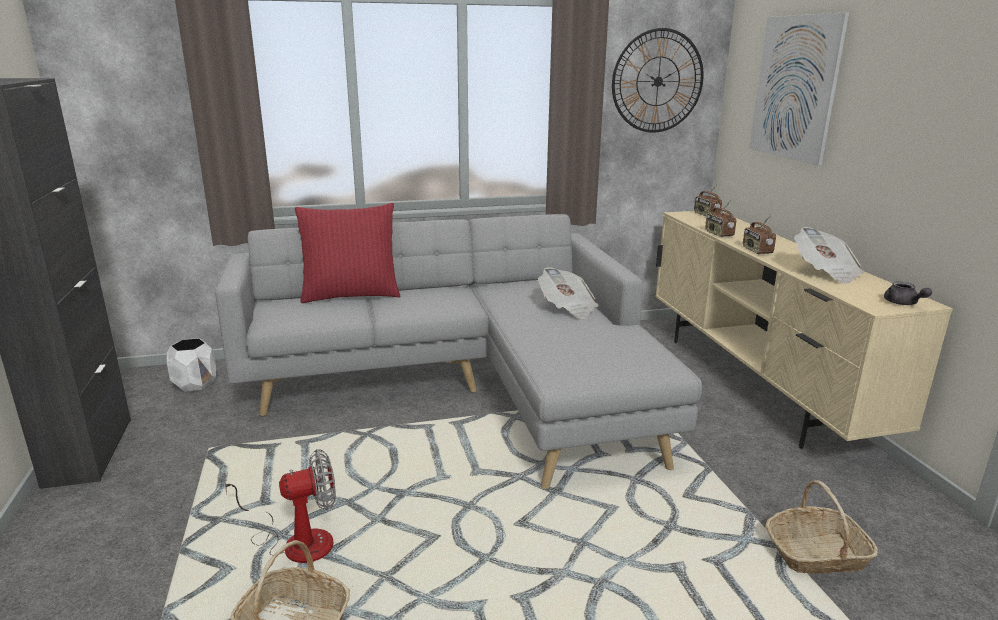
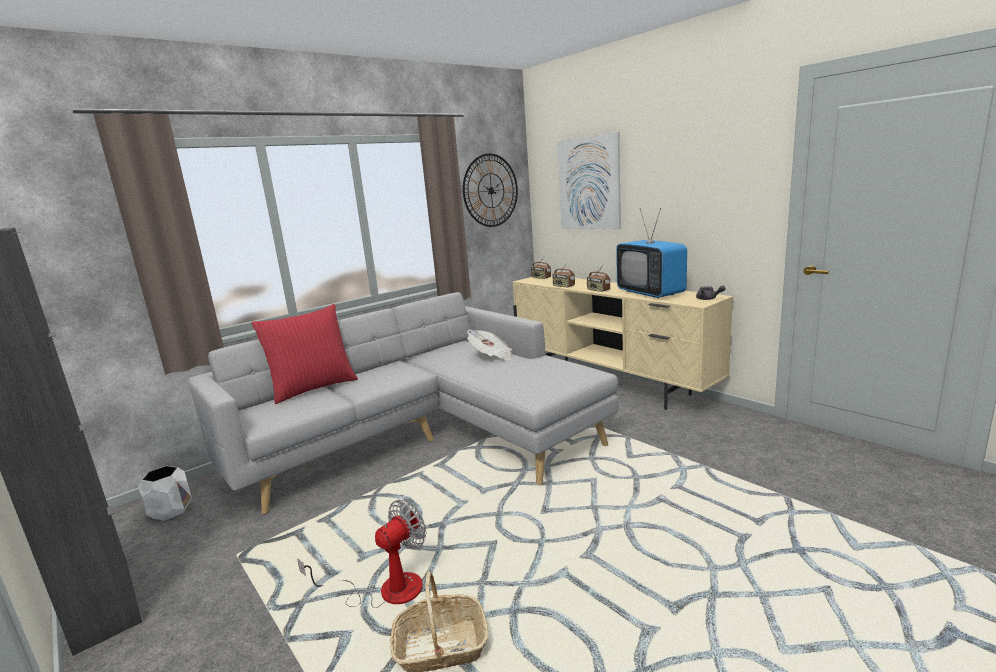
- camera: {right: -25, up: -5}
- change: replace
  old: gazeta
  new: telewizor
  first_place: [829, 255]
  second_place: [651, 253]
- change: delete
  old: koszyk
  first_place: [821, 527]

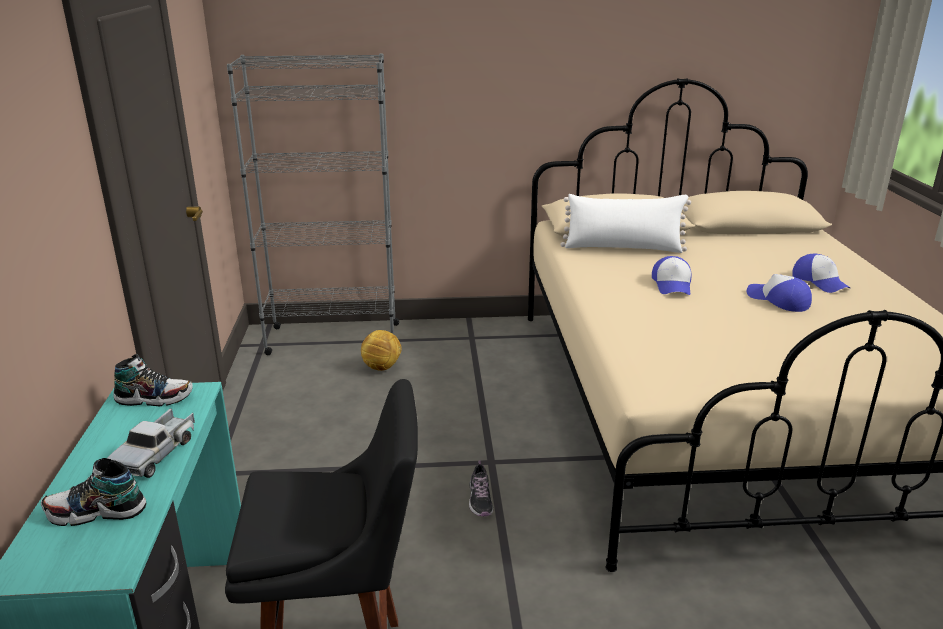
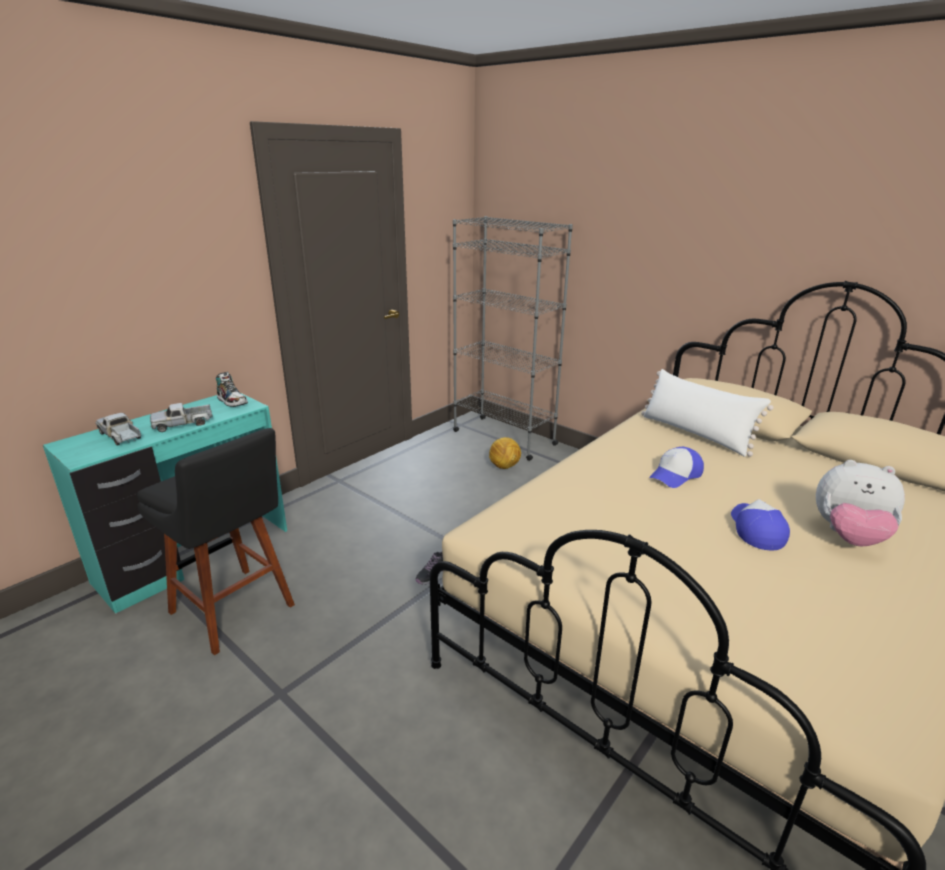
- camera: {right: 45, up: 0}
- change: replace
  old: but
  new: ciężarówka zabawkowa
  first_place: [93, 492]
  second_place: [118, 429]
- change: replace
  old: czapka z daszkiem
  new: pluszak
  first_place: [821, 273]
  second_place: [860, 503]

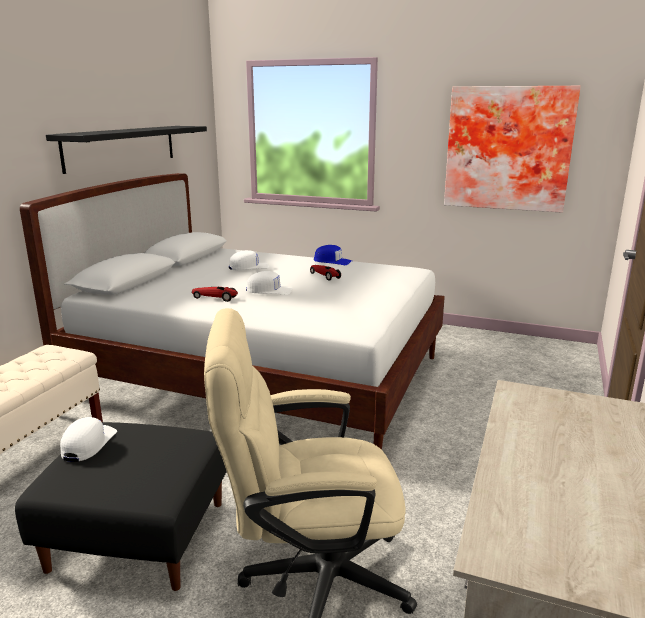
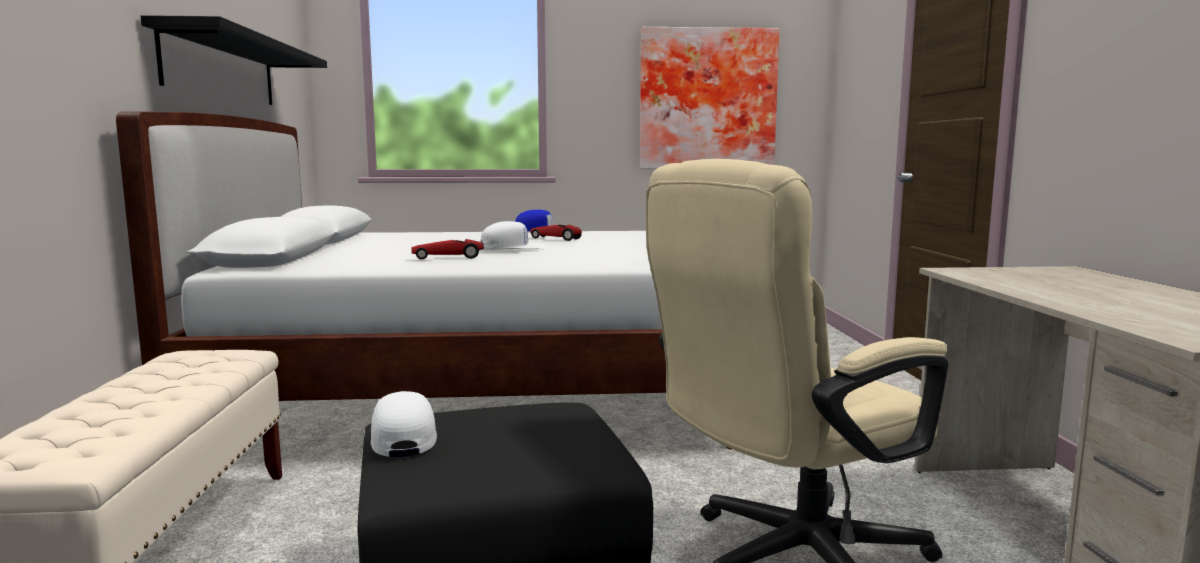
- camera: {right: -25, up: -10}
- change: delete
  old: czapka z daszkiem [biały]
  first_place: [249, 260]

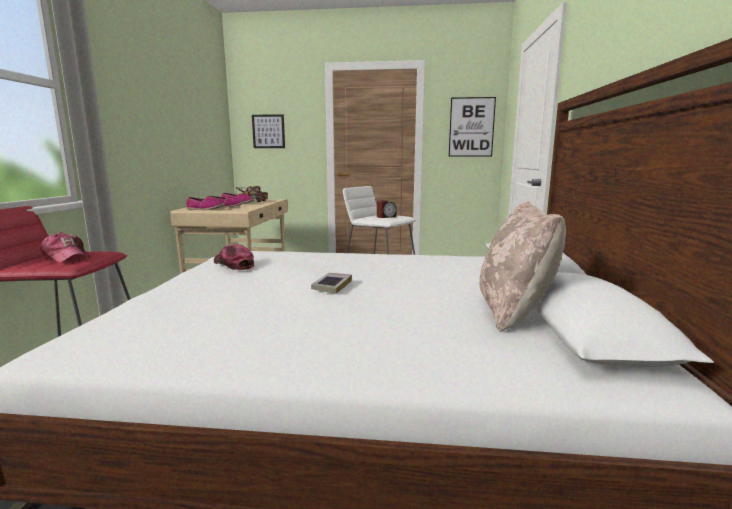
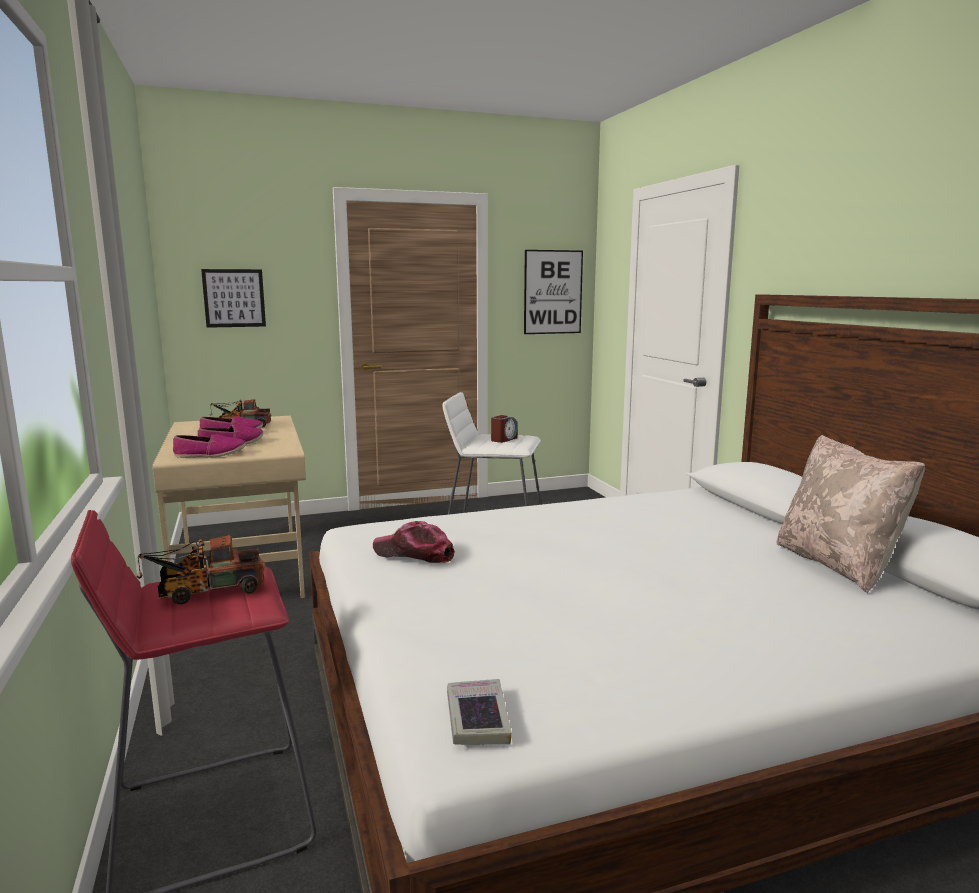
- camera: {right: -25, up: 0}
- change: replace
  old: czapka z daszkiem
  new: ciężarówka zabawkowa
  first_place: [65, 247]
  second_place: [201, 569]
- change: move
  old: książka
  first_place: [331, 283]
  second_place: [479, 712]

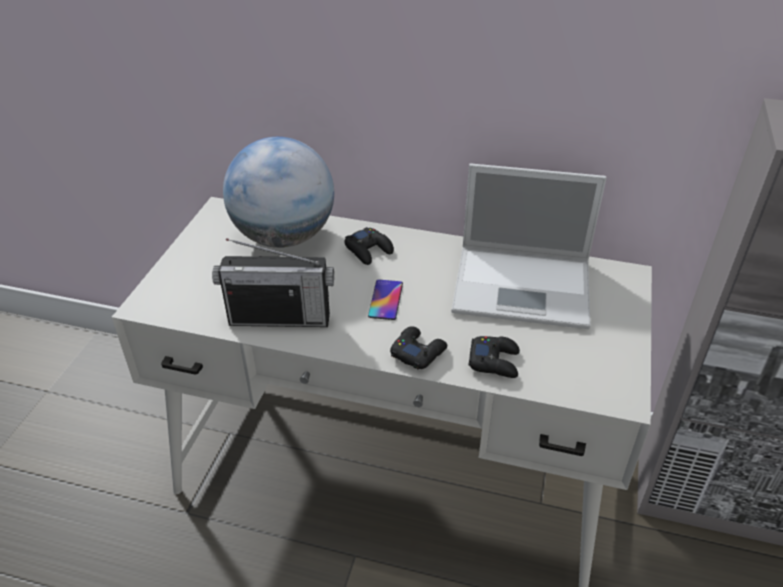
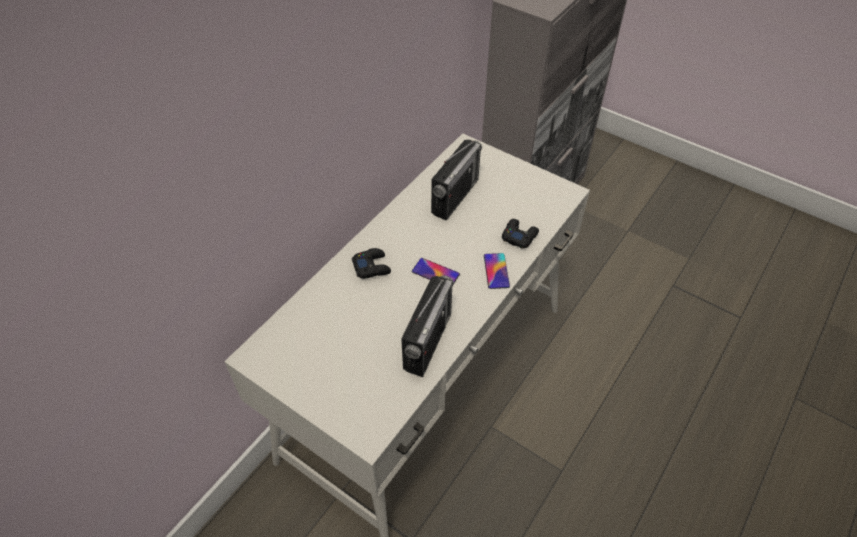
- camera: {right: -70, up: 10}
- change: replace
  old: laptop
  new: radio
  first_place: [528, 246]
  second_place: [456, 180]
- change: replace
  old: pad do gier [czarny]
  new: telefon
  first_place: [418, 347]
  second_place: [497, 271]
- change: delete
  old: globus
  first_place: [278, 192]

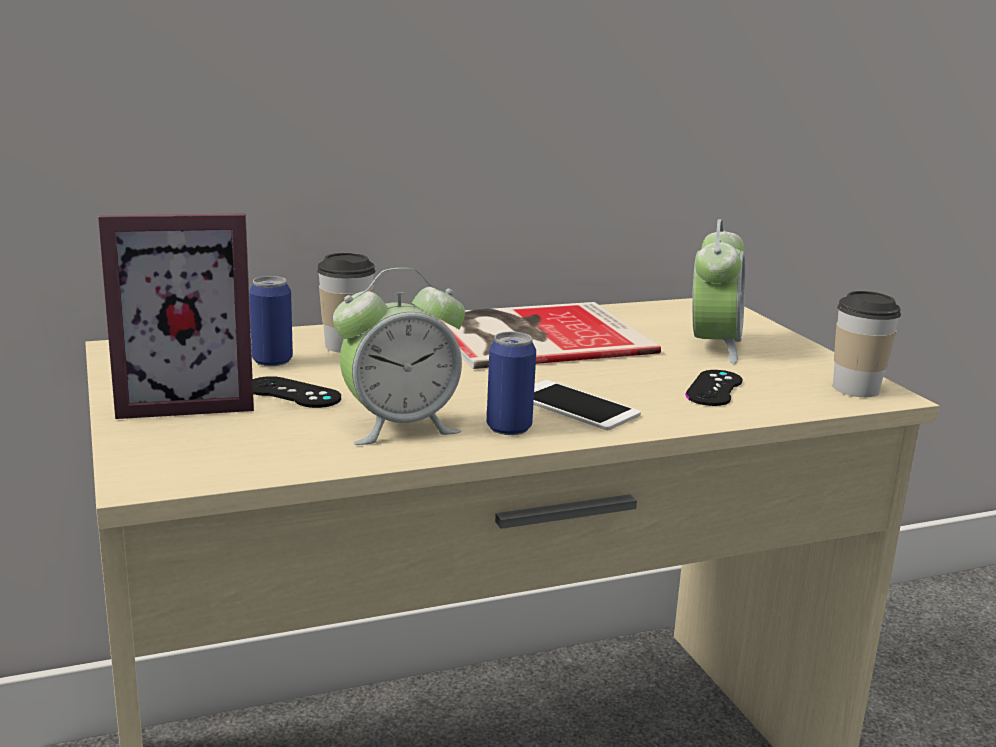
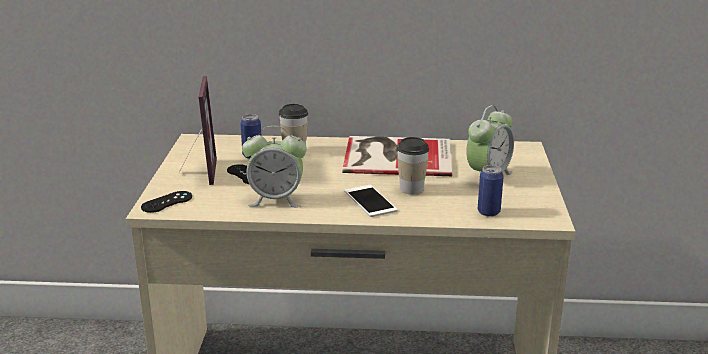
- camera: {right: 25, up: 5}
- change: move
  old: pad do gier [czarny]
  first_place: [713, 388]
  second_place: [166, 202]
- change: rotate
  old: ramka na zdjęcie
  first_place: [176, 316]
  second_place: [198, 130]
  degrees: -105
- change: move
  old: filiżanka
  first_place: [867, 344]
  second_place: [413, 165]
- change: move
  old: puszka
  first_place: [511, 383]
  second_place: [491, 191]

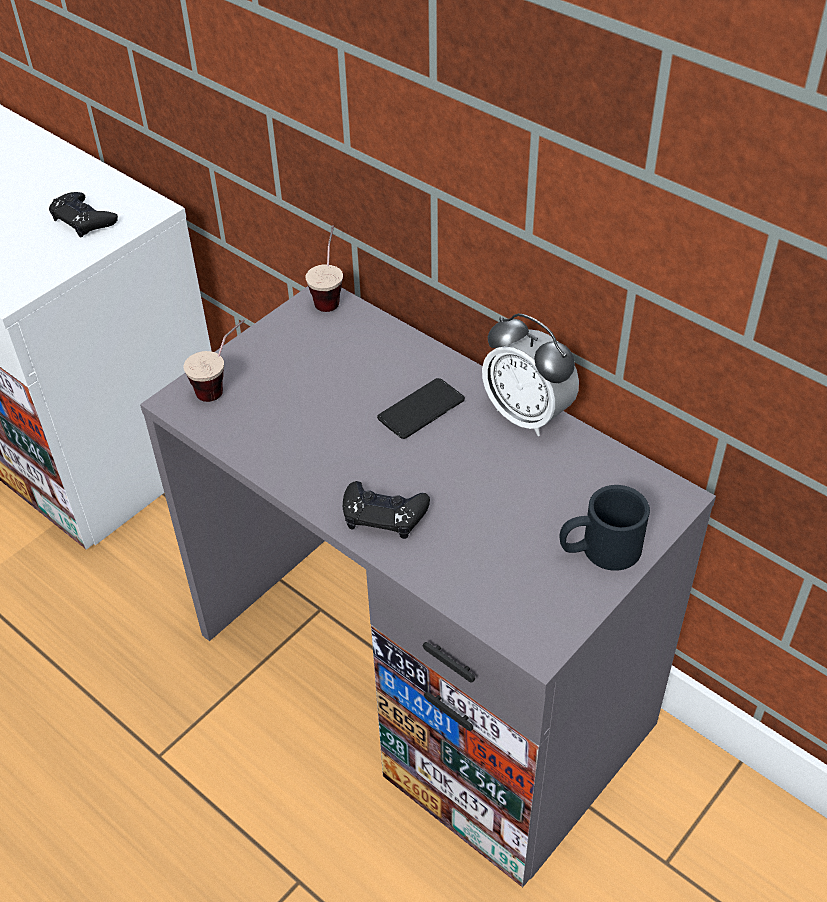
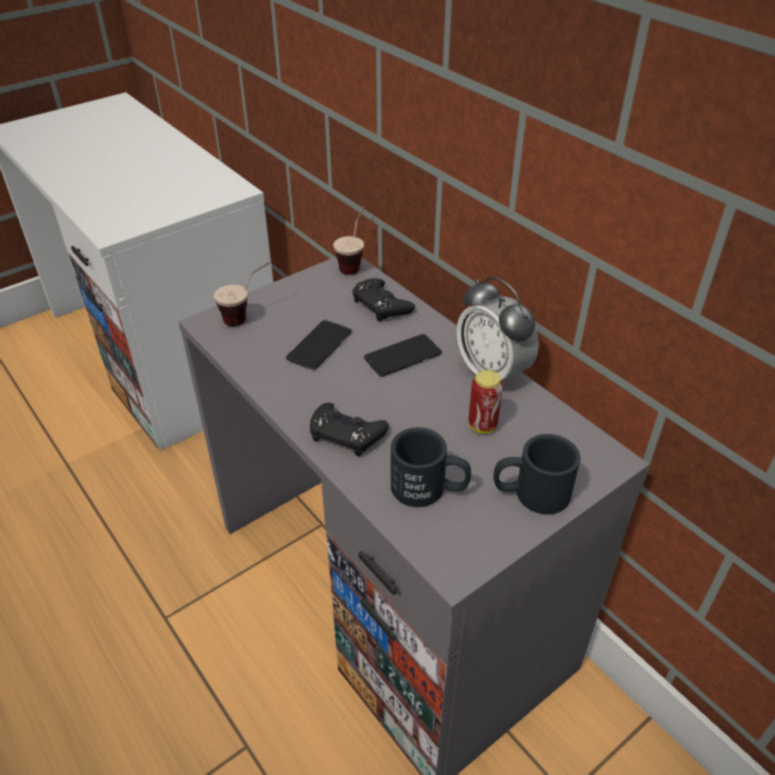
- camera: {right: 10, up: -5}
- change: insert
  new: telefon
  second_place: [319, 345]
- change: move
  old: pad do gier [czarny]
  first_place: [83, 214]
  second_place: [383, 300]
- change: insert
  new: kubek [czarny]
  second_place: [431, 467]
- change: insert
  new: puszka
  second_place: [486, 402]

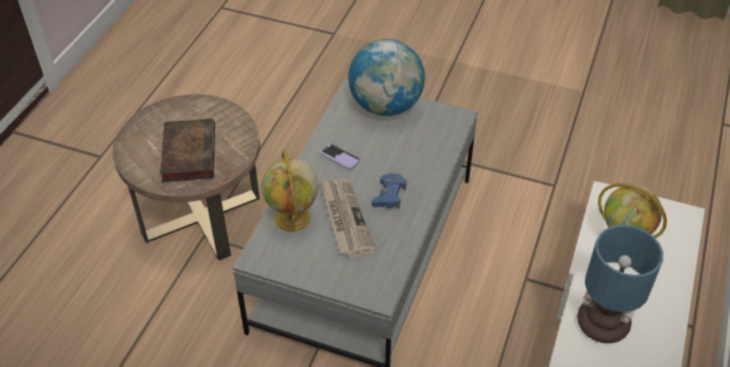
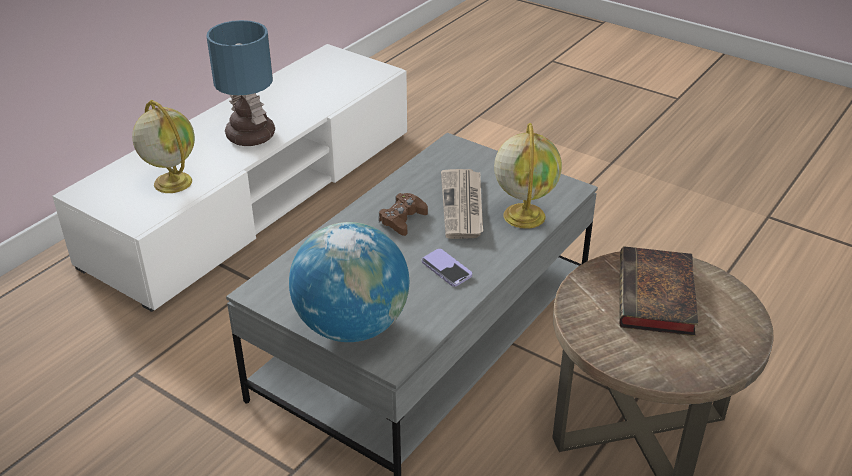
- camera: {right: -165, up: -10}
- change: recolor
  old: pad do gier [niebieski]
  new: pad do gier [brązowy]
  first_place: [389, 191]
  second_place: [403, 214]

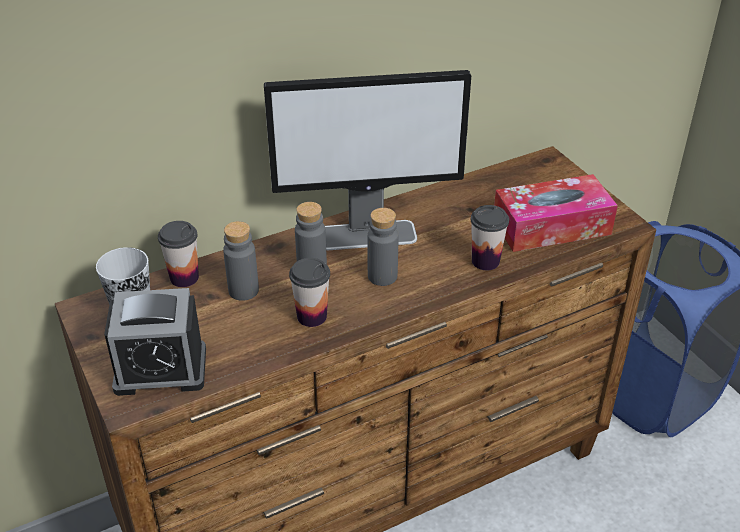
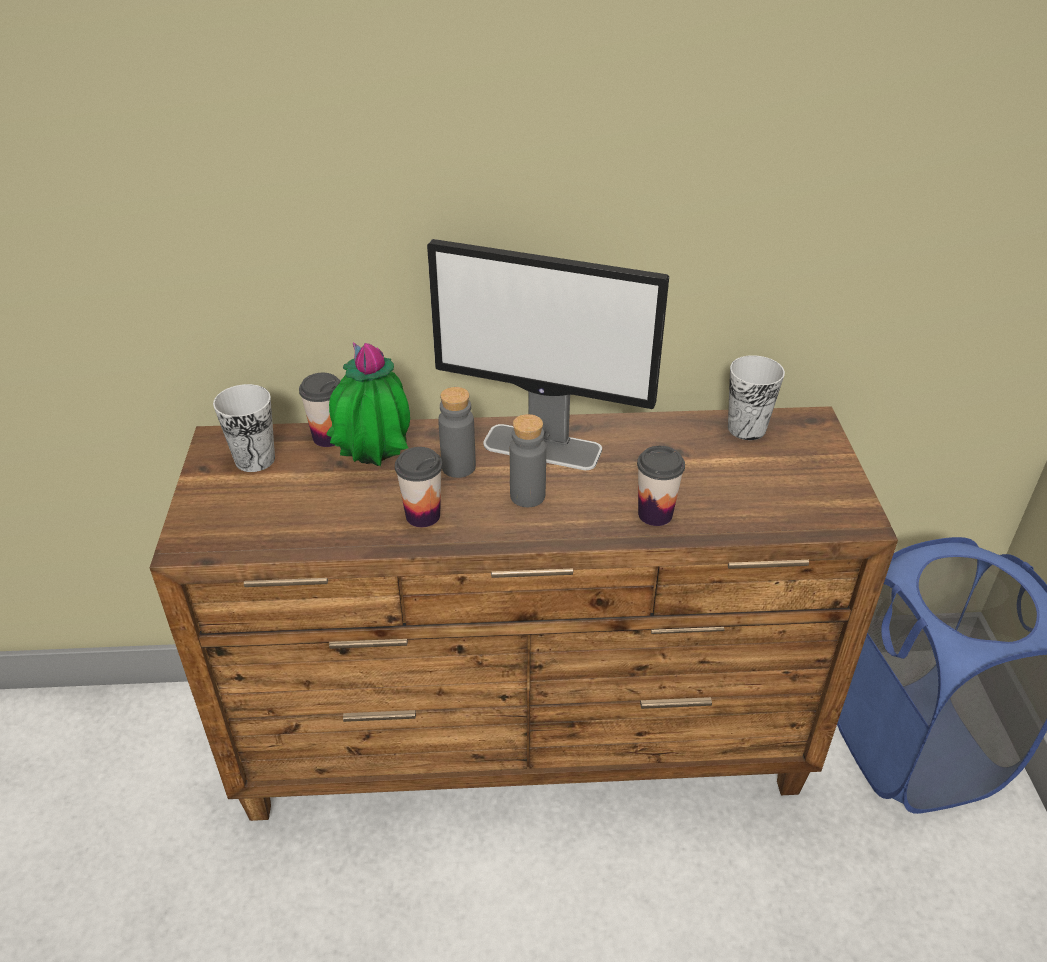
- camera: {right: 25, up: 0}
- change: replace
  old: butelka [szary]
  new: roślina doniczkowa
  first_place: [241, 261]
  second_place: [368, 404]
- change: insert
  new: filiżanka
  second_place: [756, 397]
- change: delete
  old: budzik
  first_place: [155, 342]
- change: delete
  old: pudełko chusteczek
  first_place: [556, 213]

